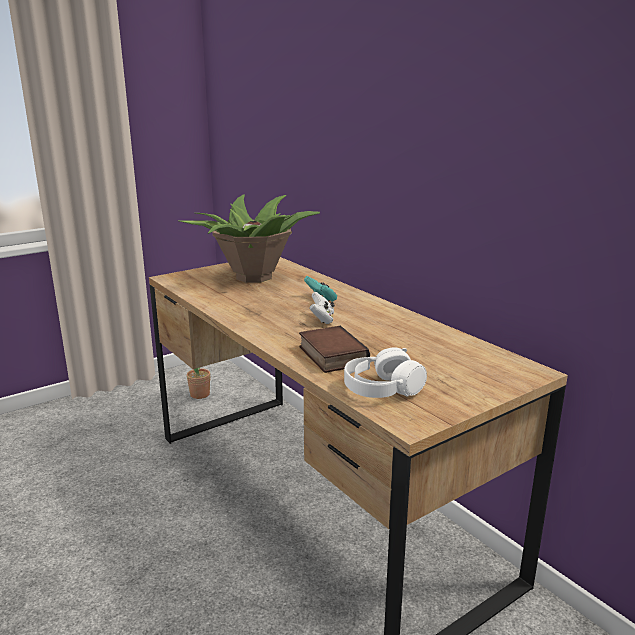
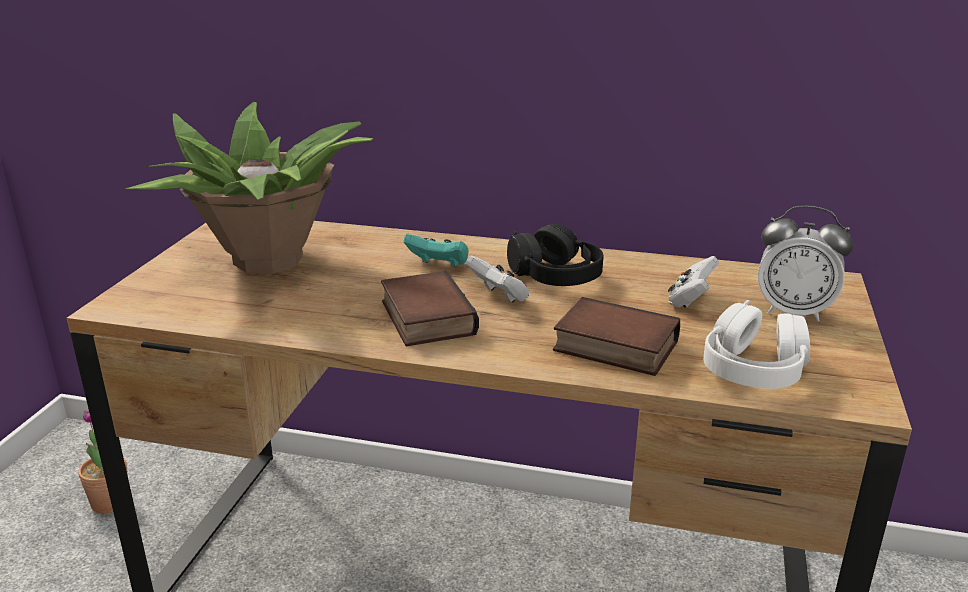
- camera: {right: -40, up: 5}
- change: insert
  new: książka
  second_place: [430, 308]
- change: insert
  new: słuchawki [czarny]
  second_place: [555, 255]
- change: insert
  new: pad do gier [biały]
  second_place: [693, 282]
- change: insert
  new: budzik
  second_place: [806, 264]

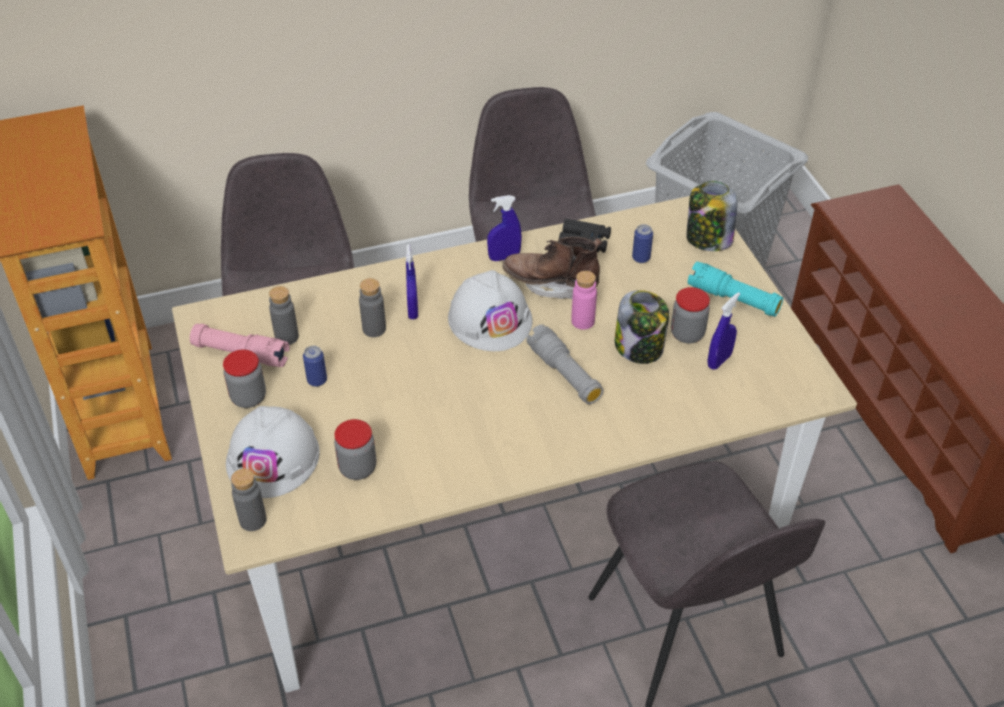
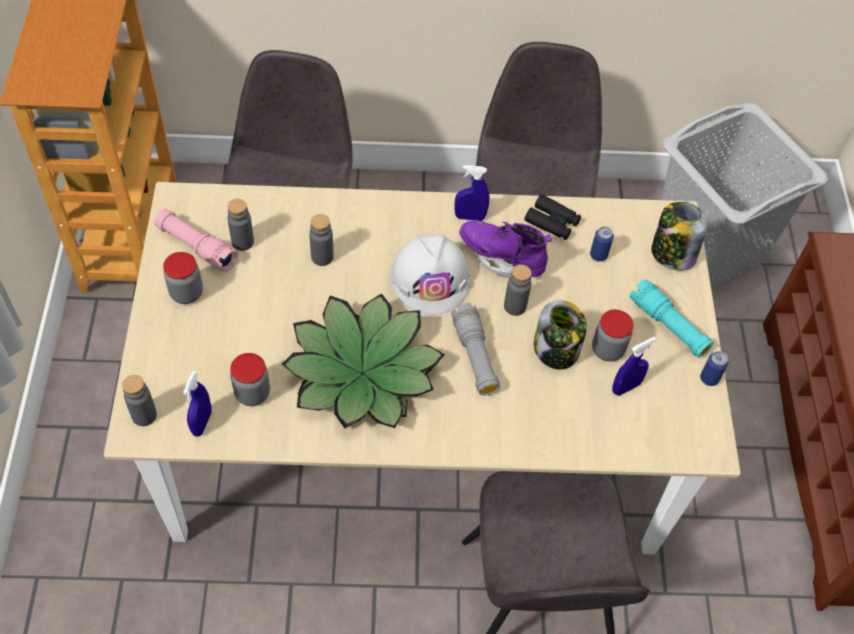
- camera: {right: 15, up: 10}
- change: move
  old: spryskiwacz [niebieski]
  first_place: [412, 281]
  second_place: [197, 404]
- change: insert
  new: roślina doniczkowa
  second_place: [363, 360]
- change: recolor
  old: but z cholewką [brązowy]
  new: but z cholewką [fioletowy]
  first_place: [552, 268]
  second_place: [505, 249]
- change: recolor
  old: butelka [różowy]
  new: butelka [szary]
  first_place: [584, 300]
  second_place: [518, 290]
- change: move
  old: puszka
  first_place: [315, 366]
  second_place: [714, 368]
- change: delete
  old: kask [biały]
  first_place: [273, 452]

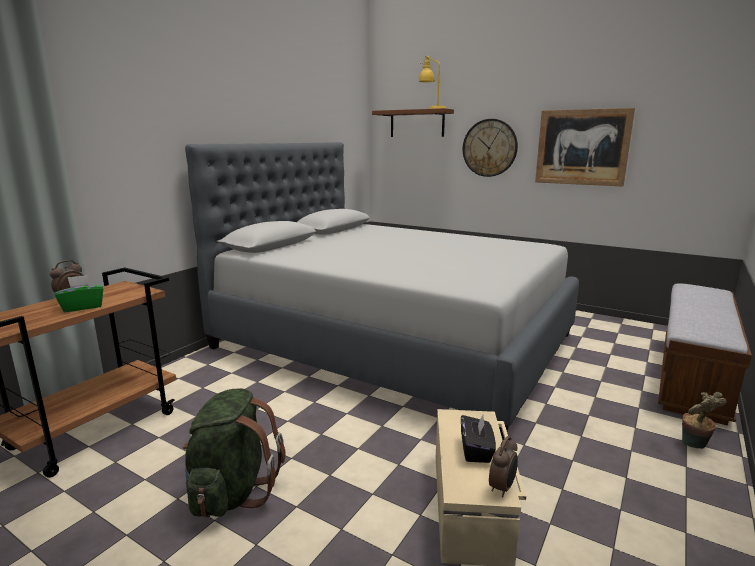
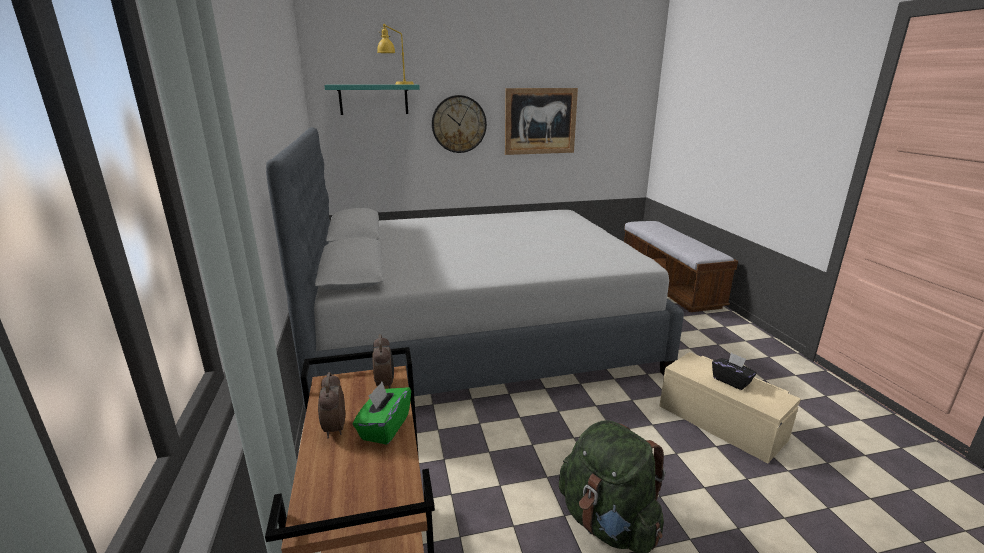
- camera: {right: -45, up: 5}
- change: recolor
  old: półka [brązowy]
  new: półka [turkusowy]
  first_place: [413, 122]
  second_place: [372, 100]
- change: move
  old: budzik
  first_place: [503, 466]
  second_place: [383, 361]
- change: delete
  old: roślina doniczkowa
  first_place: [704, 420]

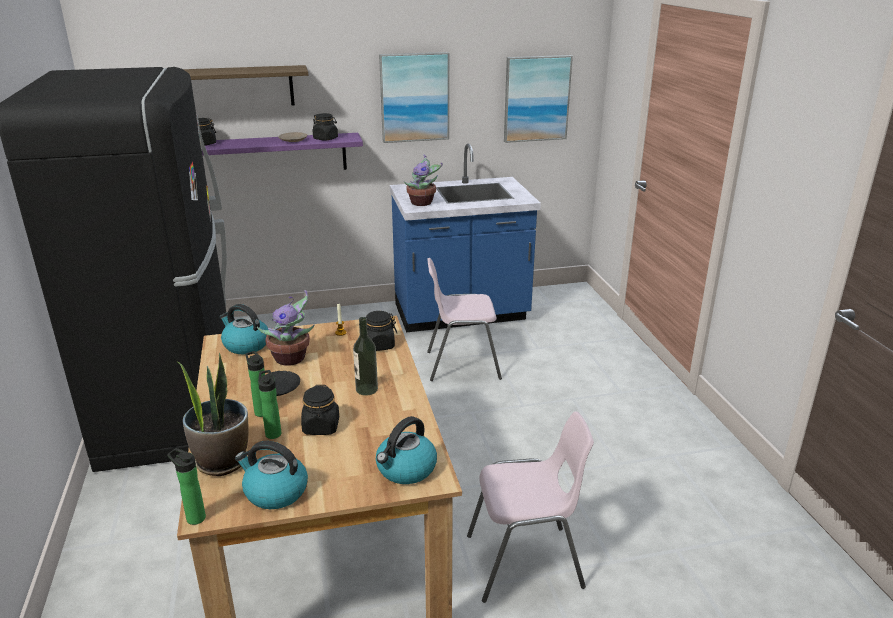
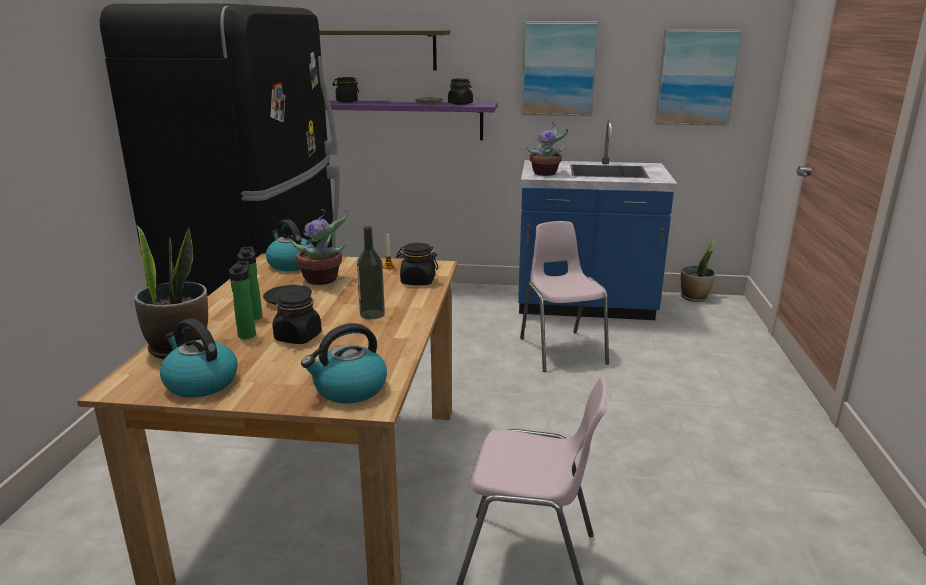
- camera: {right: 20, up: -5}
- change: rotate
  old: krzesło [różowy]
  first_place: [464, 319]
  second_place: [564, 296]
  degrees: 60
- change: insert
  new: roślina doniczkowa
  second_place: [698, 271]
- change: delete
  old: butelka
  first_place: [186, 486]

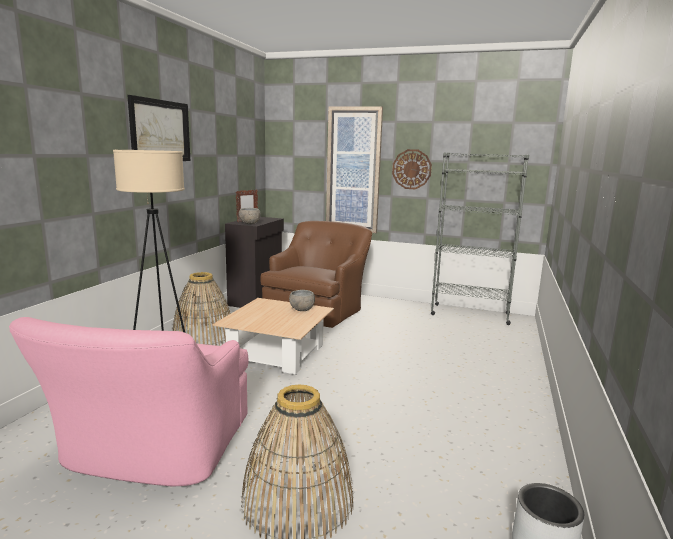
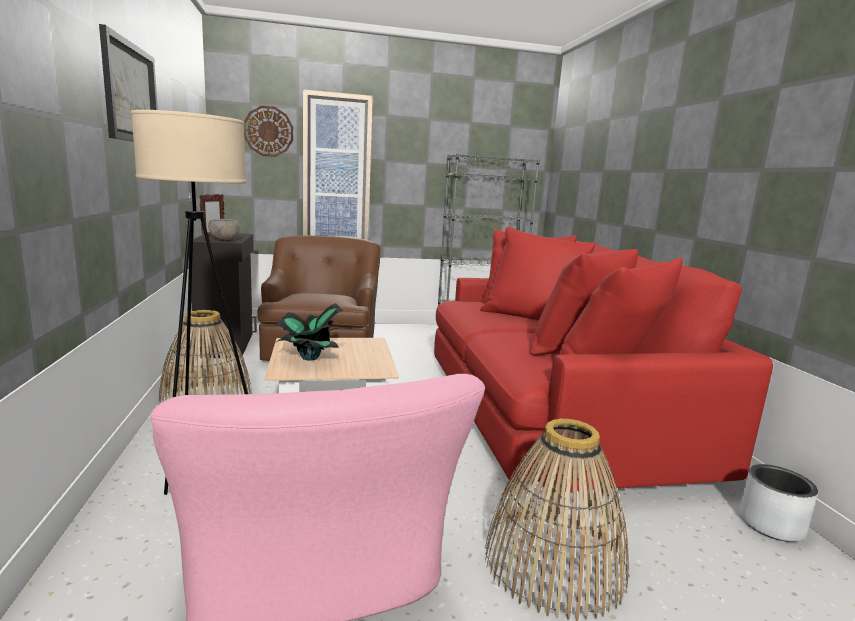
- camera: {right: -30, up: 0}
- change: move
  old: zegar ścienny
  first_place: [412, 169]
  second_place: [268, 131]
- change: insert
  new: roślina doniczkowa
  second_place: [311, 332]
- change: insert
  new: kanapa [czerwony]
  second_place: [603, 359]
- change: delete
  old: miska [szary]
  first_place: [302, 300]

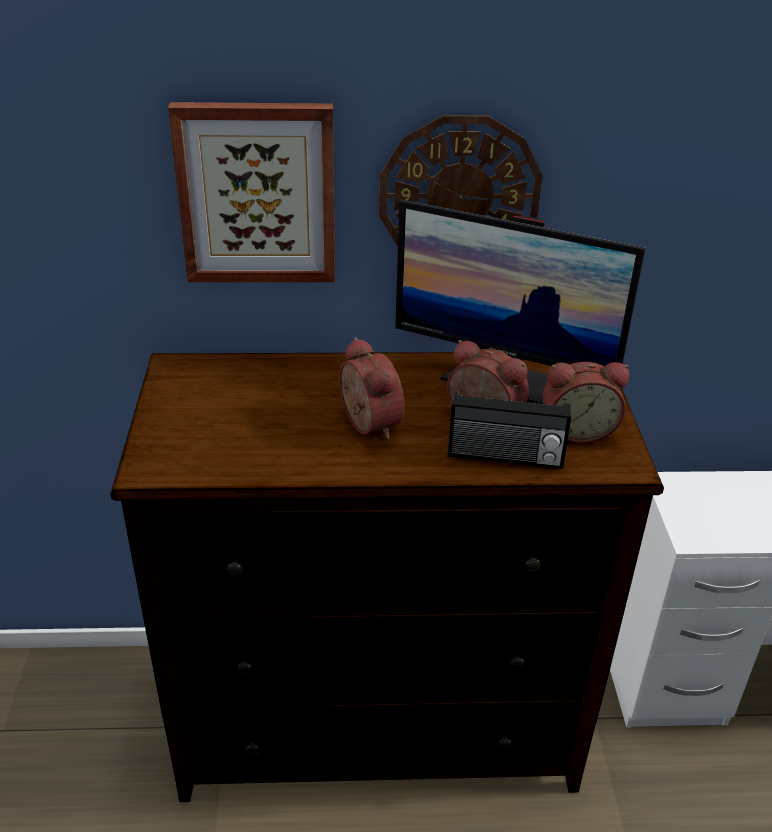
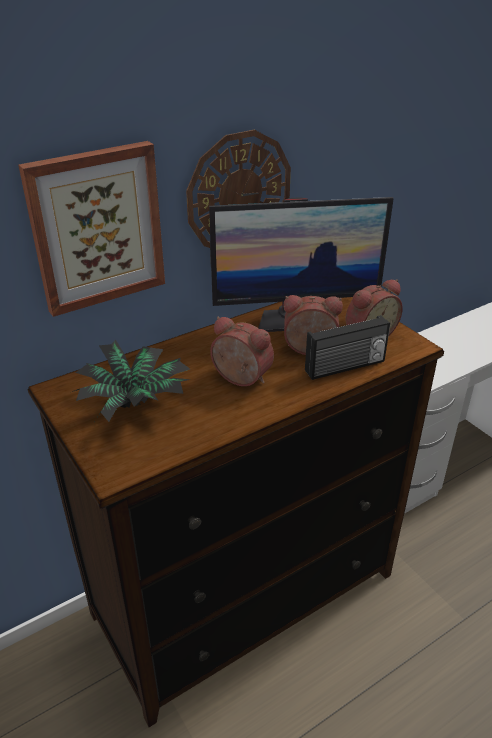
- camera: {right: -30, up: 0}
- change: insert
  new: roślina doniczkowa
  second_place: [131, 381]

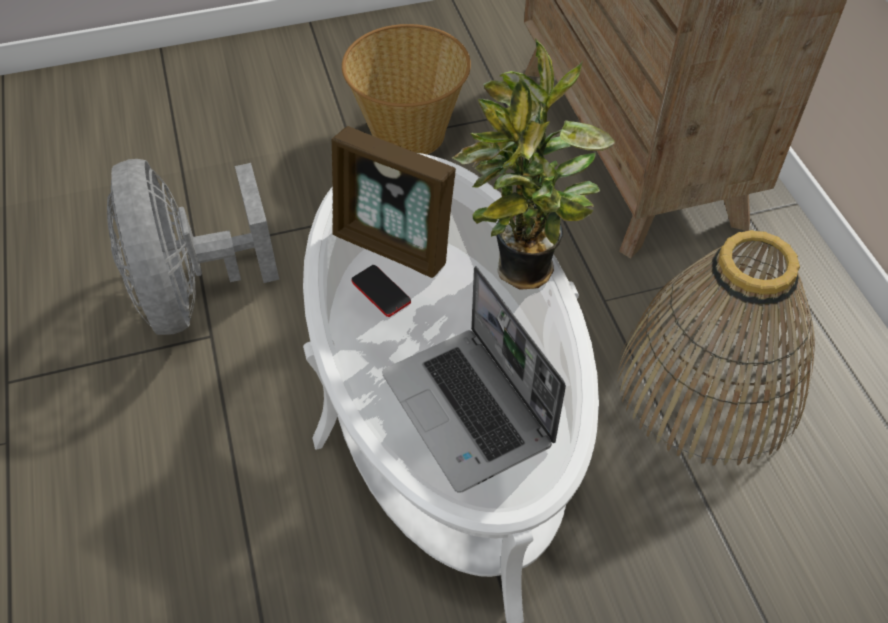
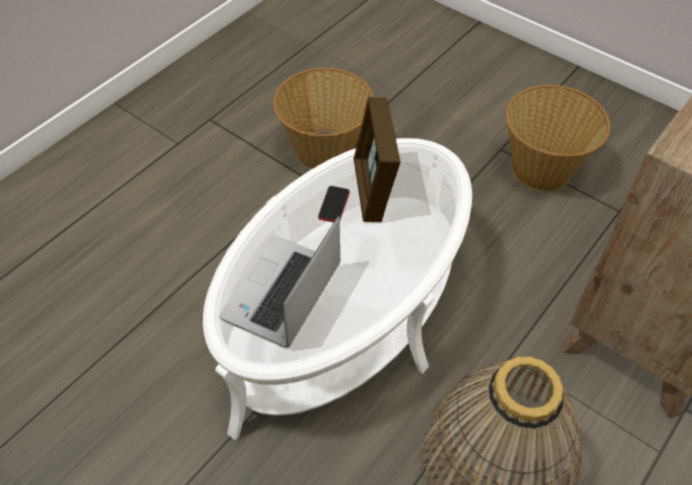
- camera: {right: 55, up: 0}
- change: replace
  old: wentylator [szary]
  new: koszyk
  first_place: [193, 247]
  second_place: [323, 118]
- change: delete
  old: roślina doniczkowa
  first_place: [533, 164]

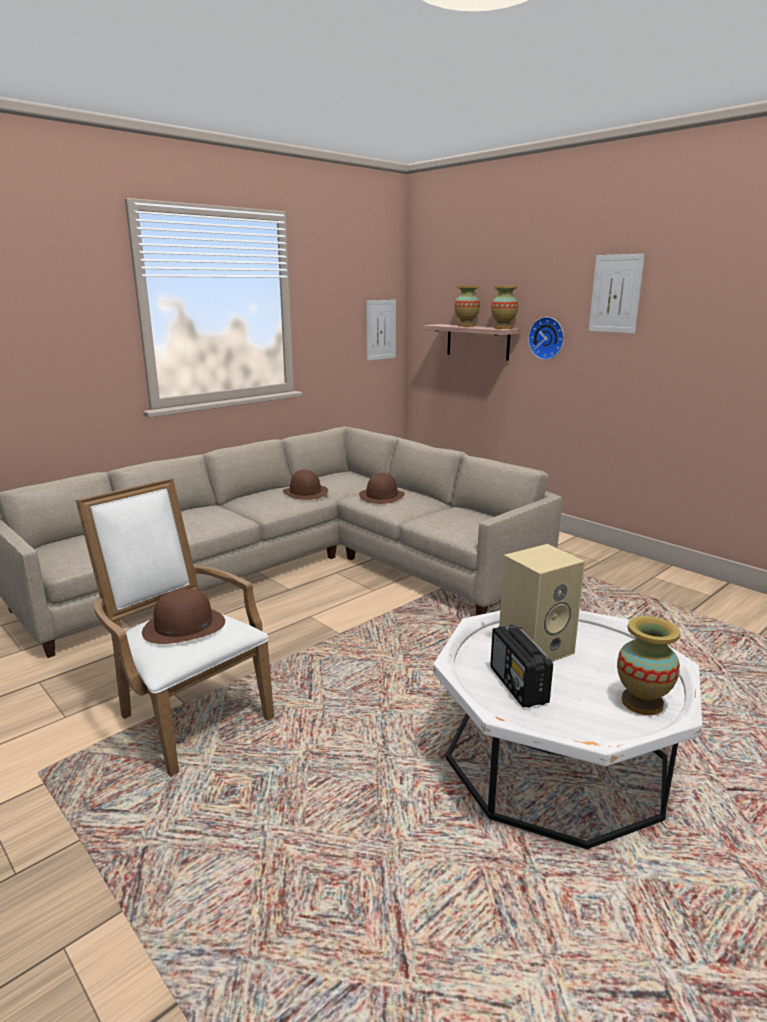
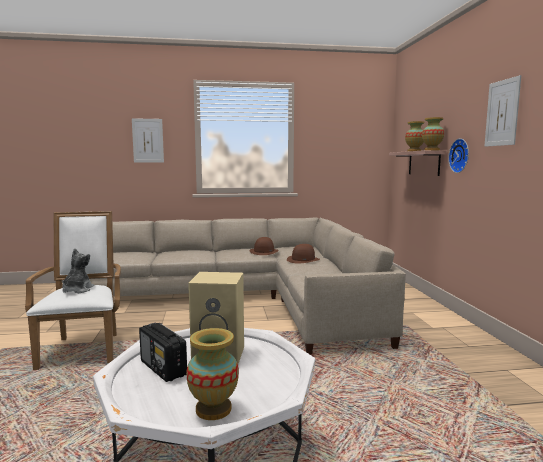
- camera: {right: 35, up: -10}
- change: replace
  old: kapelusz [brązowy]
  new: pluszak
  first_place: [183, 616]
  second_place: [78, 270]
- change: move
  old: obraz
  first_place: [381, 330]
  second_place: [148, 140]
- change: rotate
  old: radio
  first_place: [521, 666]
  second_place: [163, 352]
  degrees: -60

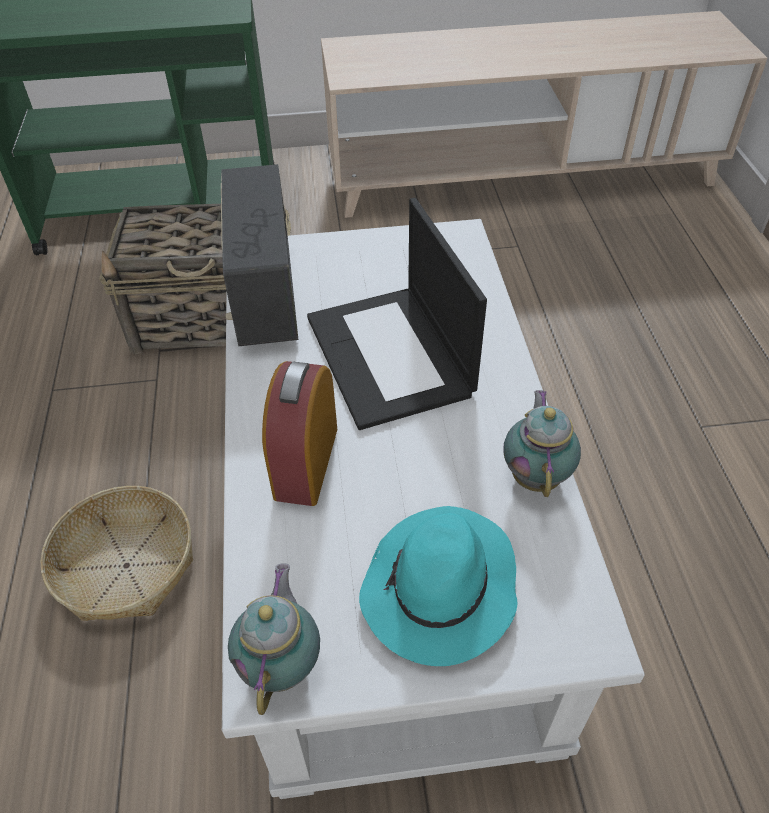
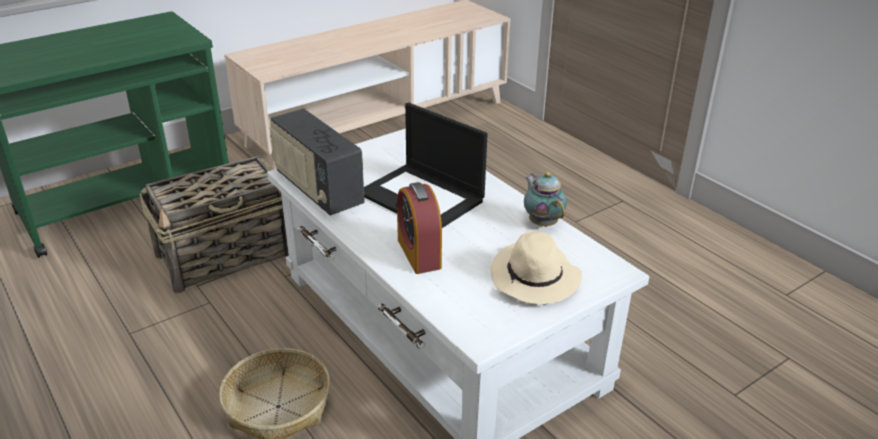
- camera: {right: -30, up: -15}
- change: recolor
  old: kapelusz [turkusowy]
  new: kapelusz [beżowy]
  first_place: [438, 586]
  second_place: [536, 267]
- change: delete
  old: imbryk
  first_place: [274, 639]

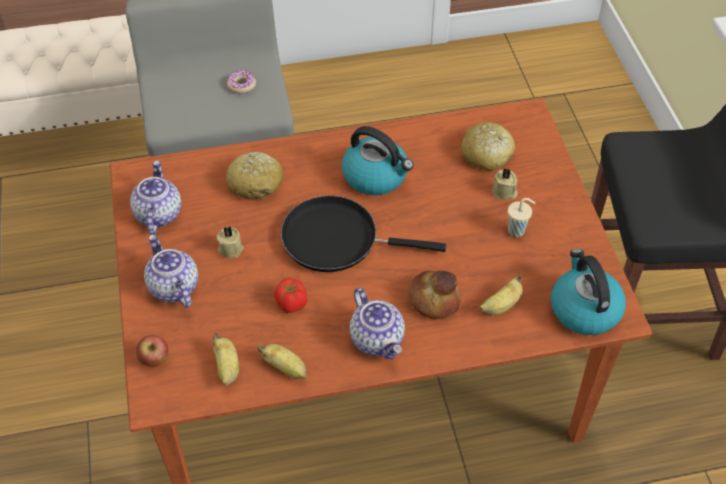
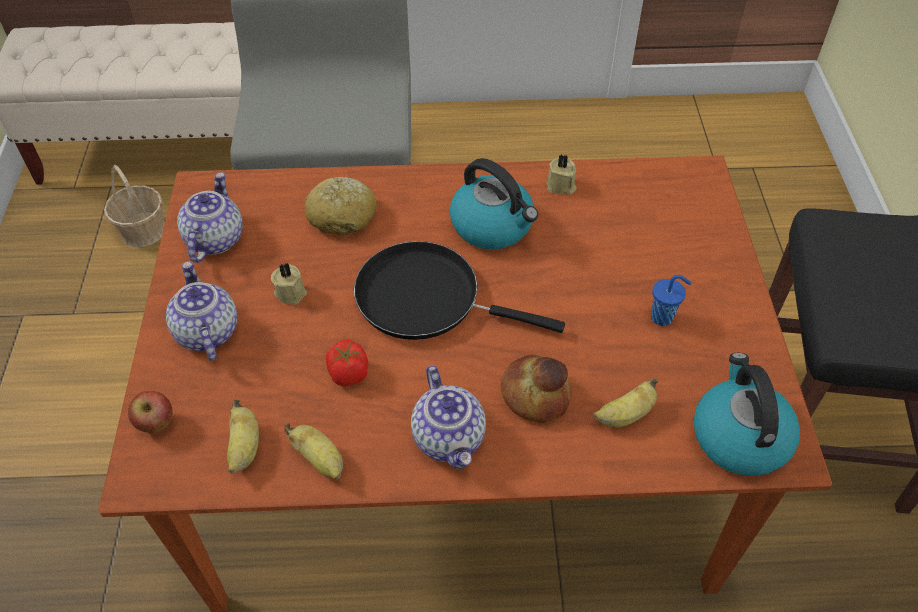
- camera: {right: 10, up: 0}
- change: insert
  new: koszyk
  second_place: [134, 206]
- change: move
  old: świeca [beżowy]
  first_place: [505, 184]
  second_place: [561, 175]
- change: recolor
  old: filiżanka [beżowy]
  new: filiżanka [niebieski]
  first_place: [521, 217]
  second_place: [671, 300]
- change: delete
  old: donut
  first_place: [241, 82]
- change: delete
  old: chleb
  first_place: [488, 146]

